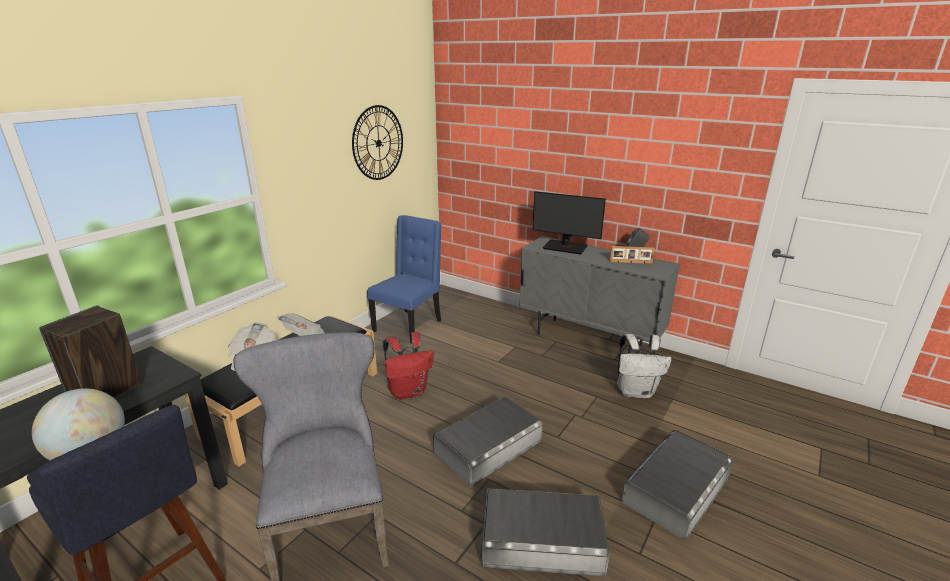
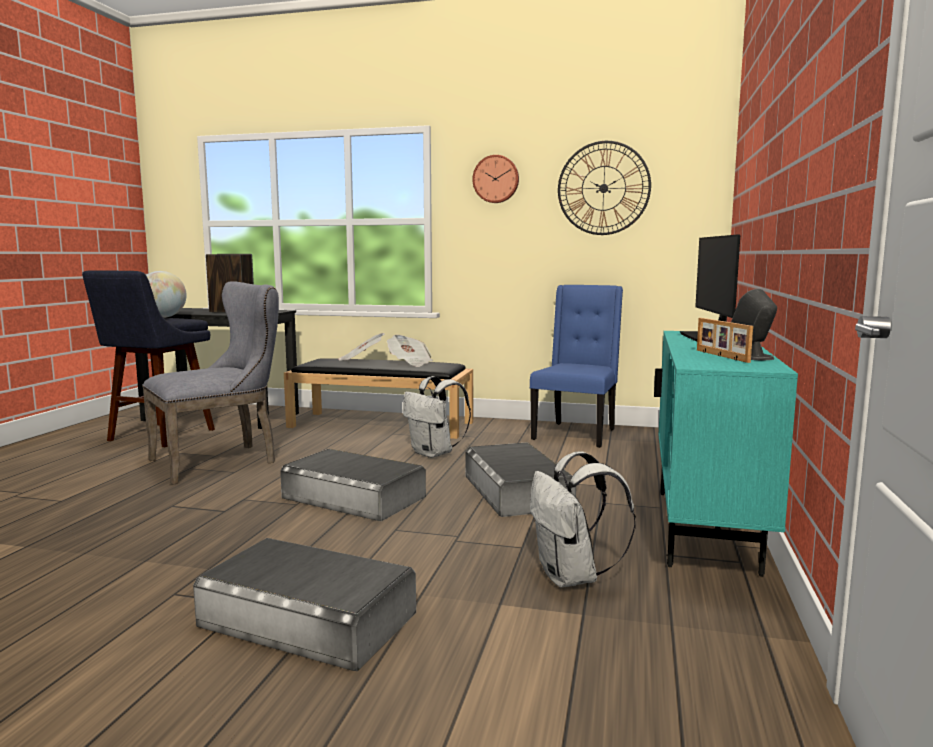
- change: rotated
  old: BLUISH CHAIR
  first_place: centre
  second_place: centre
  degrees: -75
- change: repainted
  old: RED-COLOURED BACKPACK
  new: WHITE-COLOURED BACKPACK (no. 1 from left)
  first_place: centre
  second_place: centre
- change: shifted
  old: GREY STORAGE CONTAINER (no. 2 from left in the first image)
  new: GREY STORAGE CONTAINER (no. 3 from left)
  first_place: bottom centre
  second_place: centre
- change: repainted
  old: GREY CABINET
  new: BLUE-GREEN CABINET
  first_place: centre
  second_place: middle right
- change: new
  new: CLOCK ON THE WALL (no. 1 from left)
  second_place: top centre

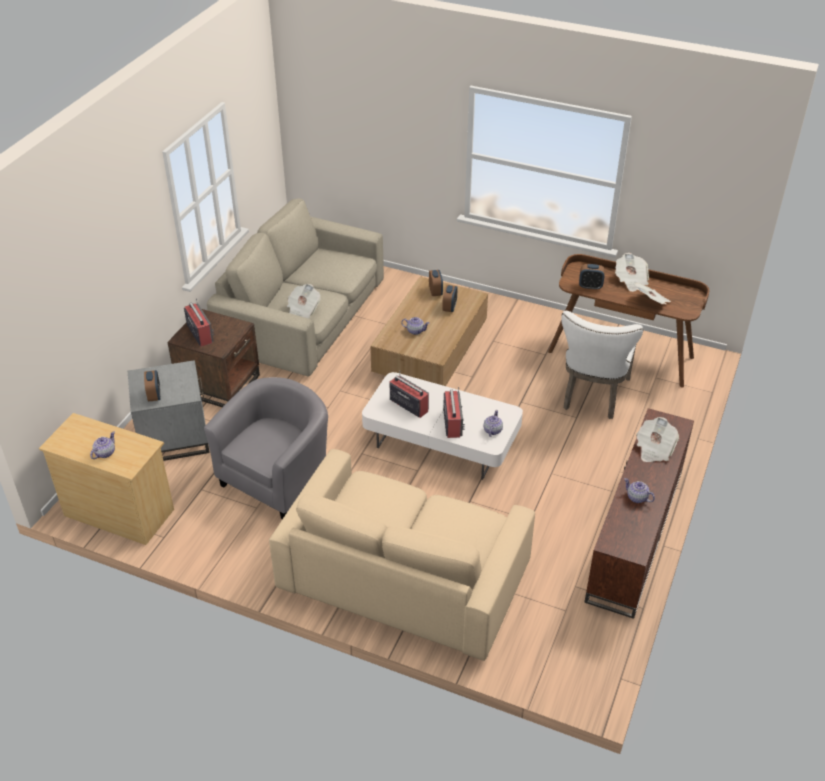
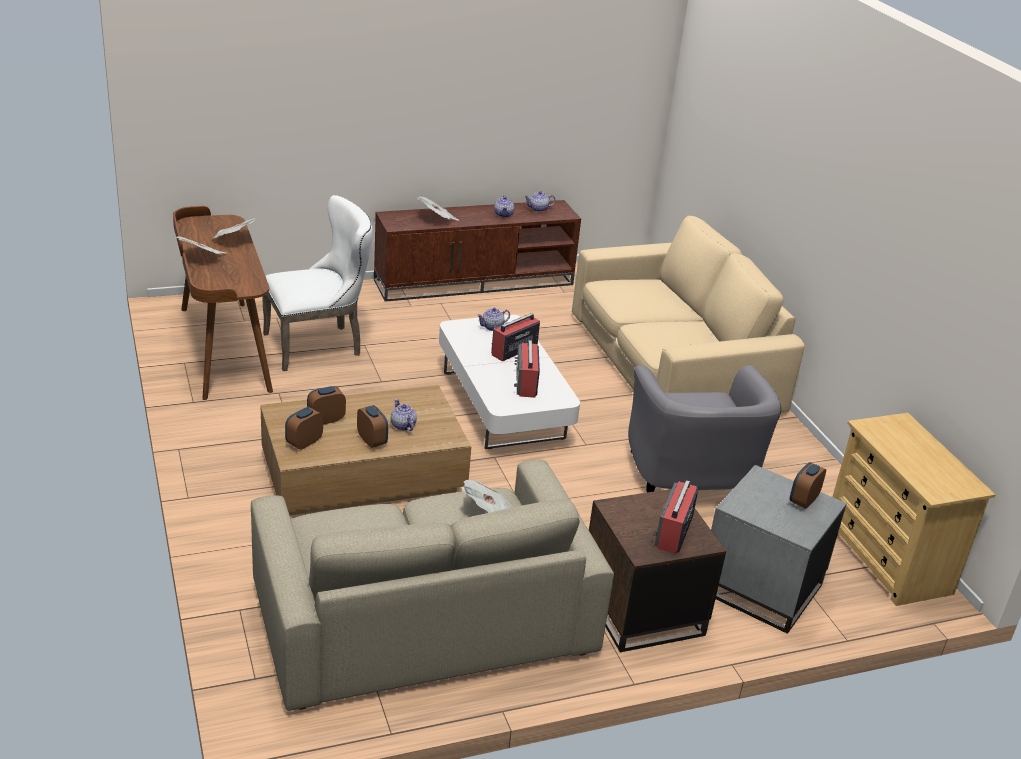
- change: shifted
  old: TEAPOT (no. 1 from left in the first image)
  new: TEAPOT (no. 4 from left)
  first_place: middle left
  second_place: top centre
- change: rotated
  old: GREY EASY CHAIR
  first_place: middle left
  second_place: middle right
  degrees: -90
- change: shifted
  old: BEDSIDE CLOCK (no. 4 from left in the first image)
  new: BEDSIDE CLOCK (no. 3 from left)
  first_place: middle right
  second_place: centre

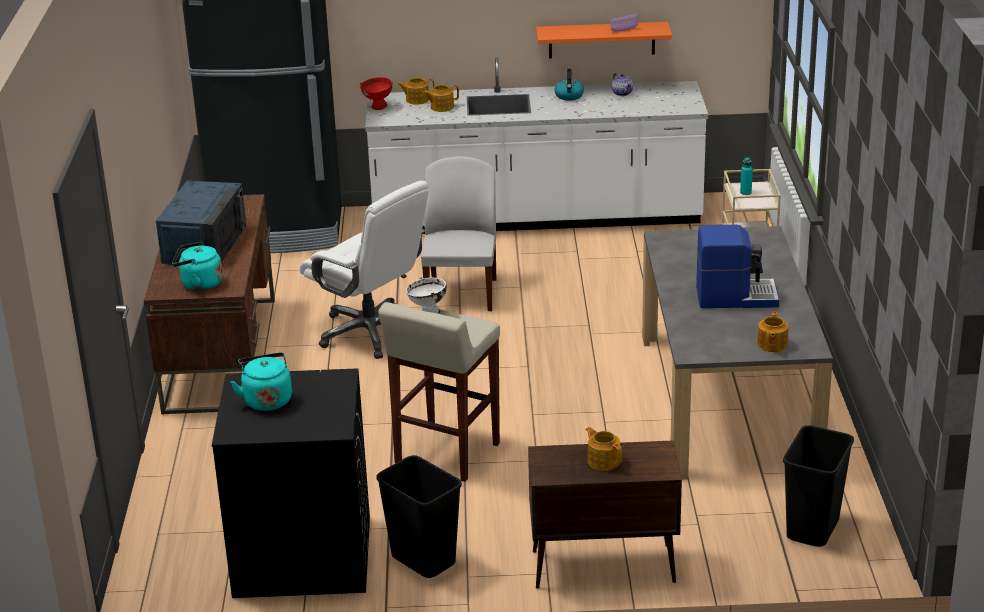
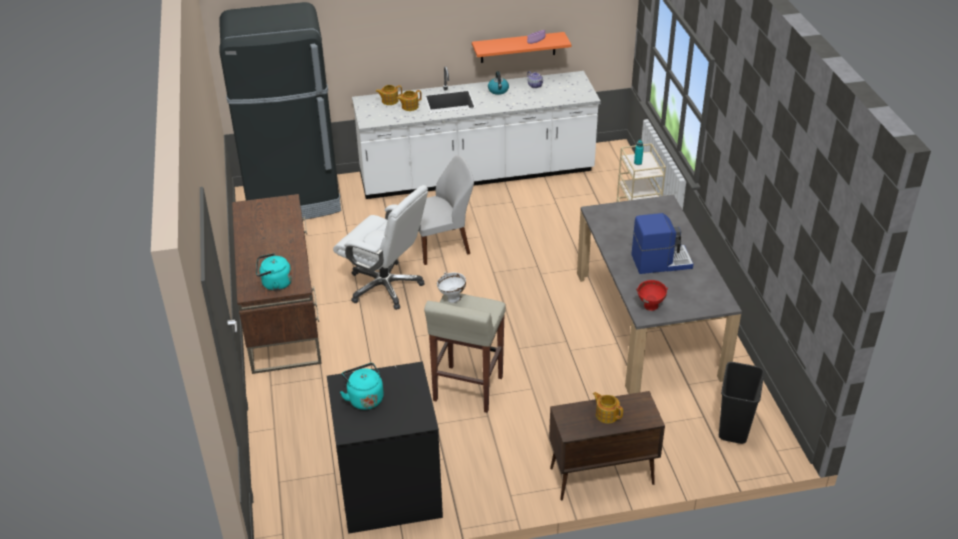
- change: gone
  old: BLUISH MICROWAVE OVEN
  first_place: middle left
- change: shifted
  old: RED-COLOURED DEEP DISH
  first_place: top centre
  second_place: middle right
- change: gone
  old: BLACK TRASH CAN (no. 1 from left)
  first_place: bottom centre
- change: rotated
  old: WHITE-COLOURED CHAIR
  first_place: centre
  second_place: centre
  degrees: 75
- change: gone
  old: TEAPOT (no. 5 from left)
  first_place: middle right

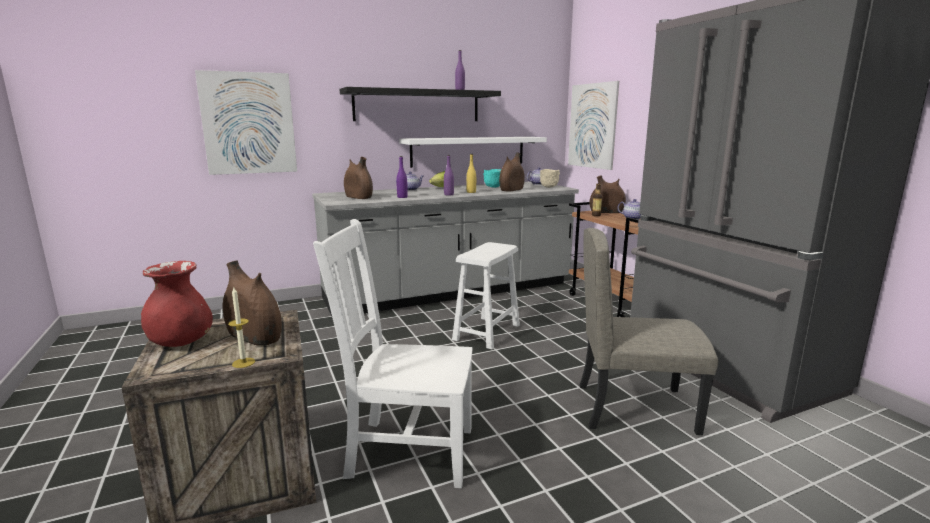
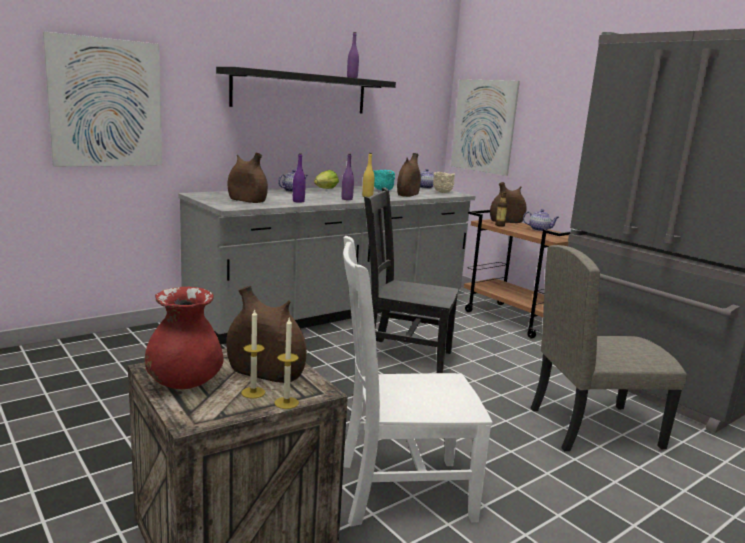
- change: gone
  old: WHITE-COLOURED WALL SHELF
  first_place: top centre
- change: swapped
  old: WHITE-COLOURED STOOL SEAT
  new: BLACK CHAIR
  first_place: centre
  second_place: centre
- change: new
  new: WAX CANDLE (no. 1 from left)
  second_place: centre

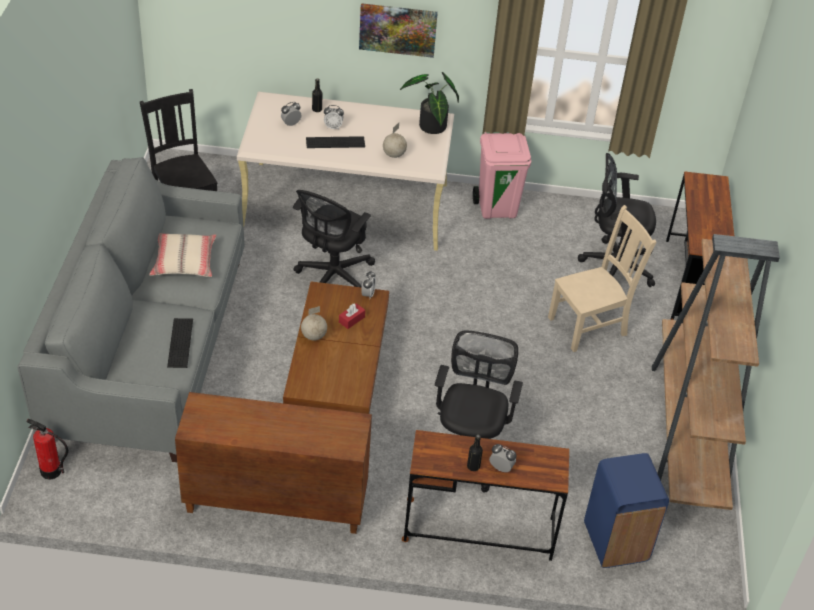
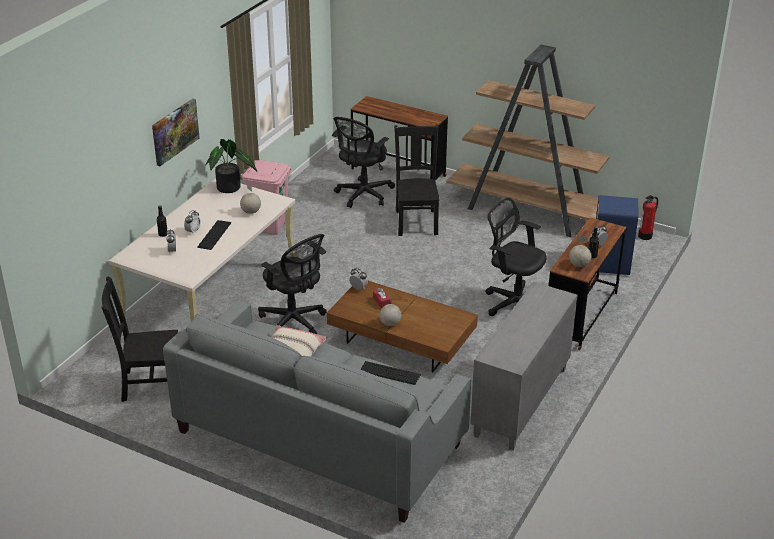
- change: shifted
  old: FIRE EXTINGUISHER
  first_place: bottom left
  second_place: middle right
- change: repainted
  old: BROWN-COLOURED CABINET
  new: GREY CABINET
  first_place: bottom centre
  second_place: bottom right
- change: repainted
  old: BEIGE CHAIR
  new: BLACK CHAIR (no. 2 from left)
  first_place: middle right
  second_place: centre
- change: new
  new: WORLD GLOBE (no. 3 from left)
  second_place: middle right

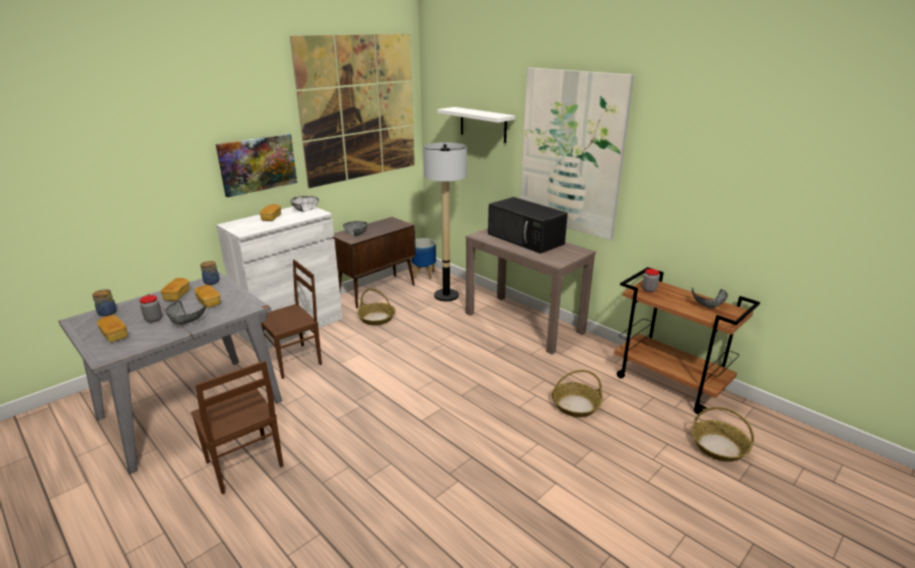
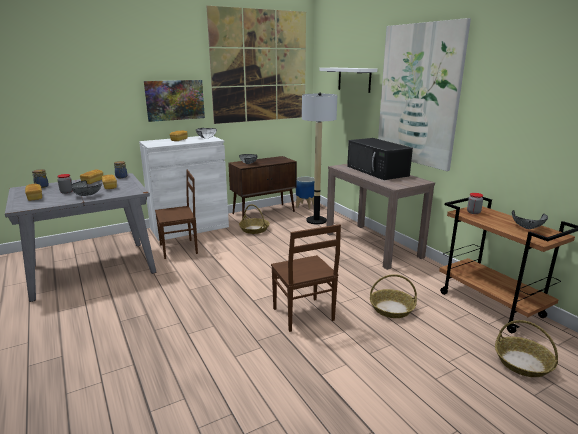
- change: shifted
  old: BROWN-COLOURED CHAIR (no. 1 from left in the first image)
  new: BROWN-COLOURED CHAIR (no. 2 from left)
  first_place: bottom left
  second_place: centre

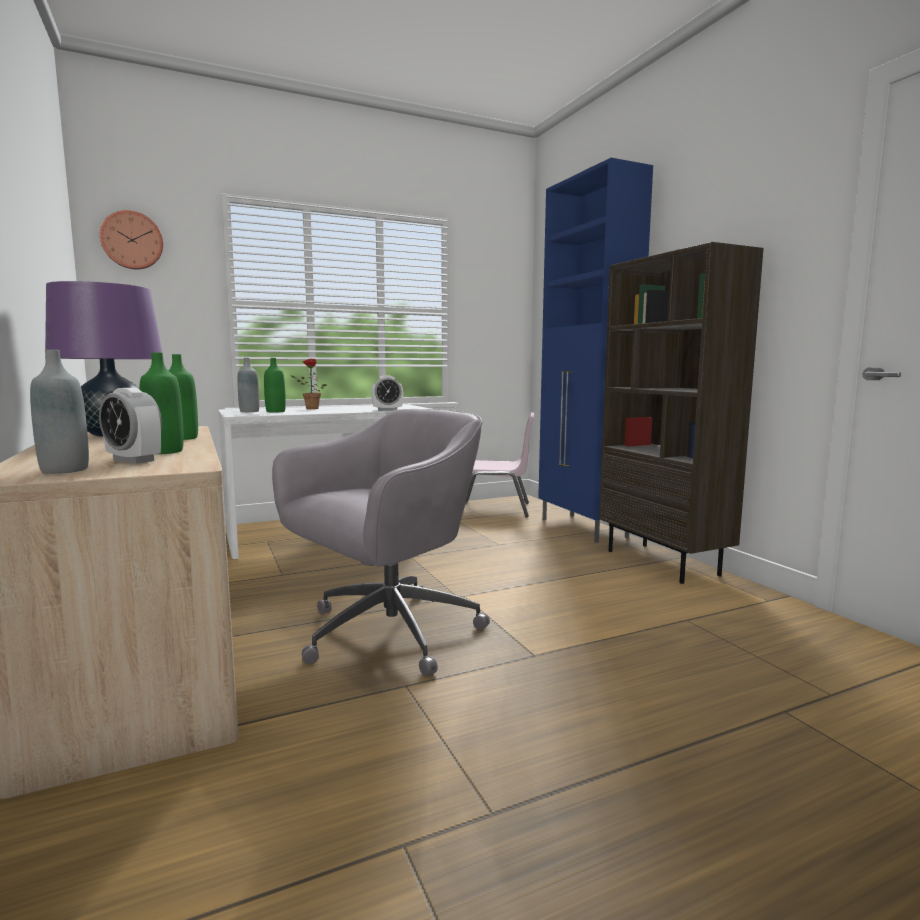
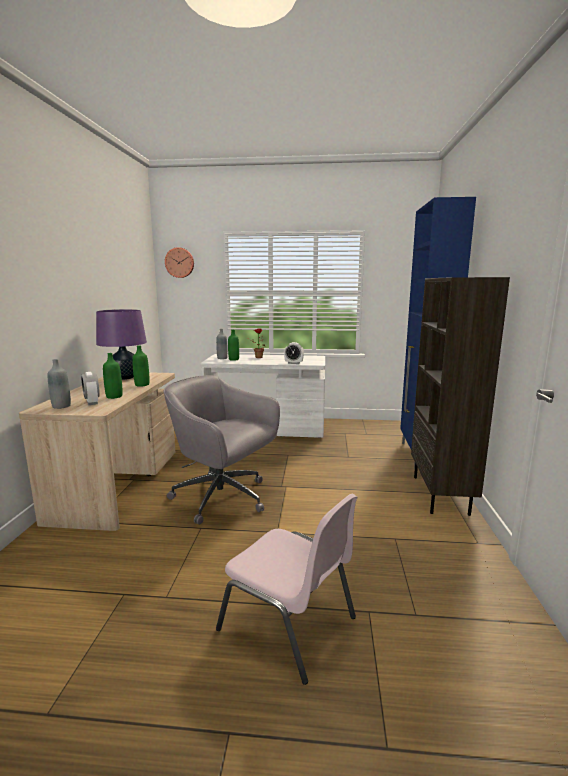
- change: rotated
  old: GREY COMPUTER CHAIR
  first_place: centre
  second_place: centre
  degrees: -135
- change: shifted
  old: PINKISH CHAIR
  first_place: centre
  second_place: bottom centre

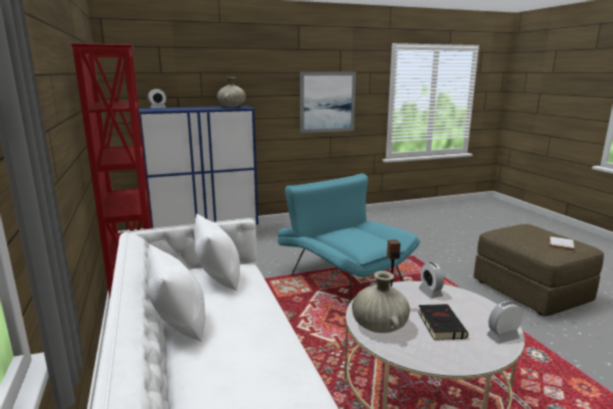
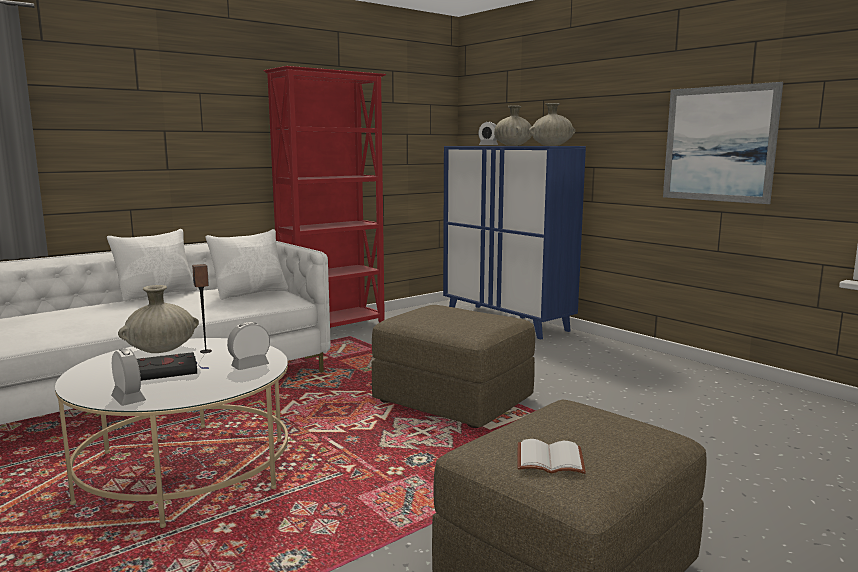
- change: swapped
  old: BLUE-GREEN EASY CHAIR
  new: BROWN-COLOURED FOOTREST (no. 1 from left)
  first_place: centre
  second_place: centre
- change: new
  new: BEIGE FLOWER VASE (no. 2 from left)
  second_place: top centre

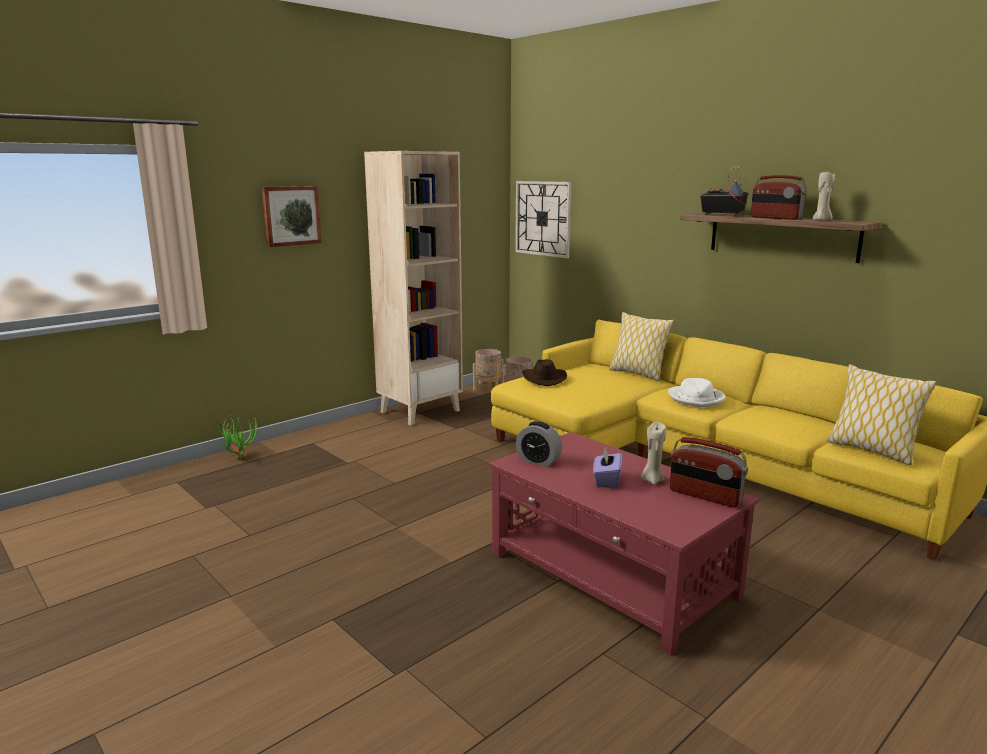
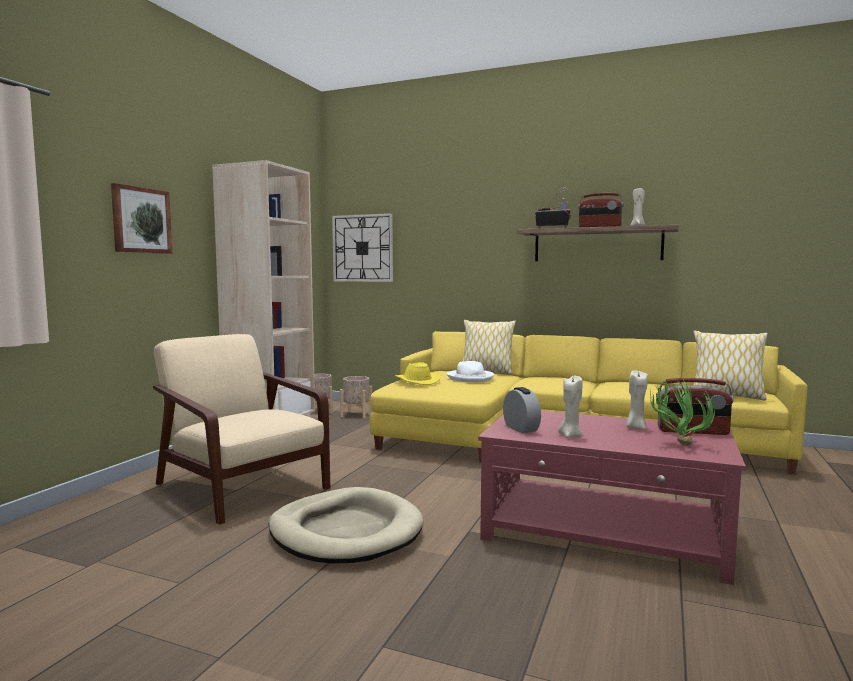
- change: shifted
  old: POTTED PLANT
  first_place: middle left
  second_place: middle right
- change: rotated
  old: BEDSIDE CLOCK
  first_place: centre
  second_place: centre
  degrees: -120
- change: repainted
  old: BROWN-COLOURED CLOTHING HAT
  new: YELLOW CLOTHING HAT
  first_place: centre
  second_place: centre
- change: gone
  old: PURPLE TISSUE HOLDER
  first_place: centre
- change: shifted
  old: WHITE-COLOURED CLOTHING HAT
  first_place: middle right
  second_place: centre
- change: new
  new: BEIGE EASY CHAIR
  second_place: middle left
- change: new
  new: BEIGE DOG CUSHION
  second_place: bottom centre
- change: new
  new: BEIGE WAX CANDLE (no. 1 from left)
  second_place: middle right

